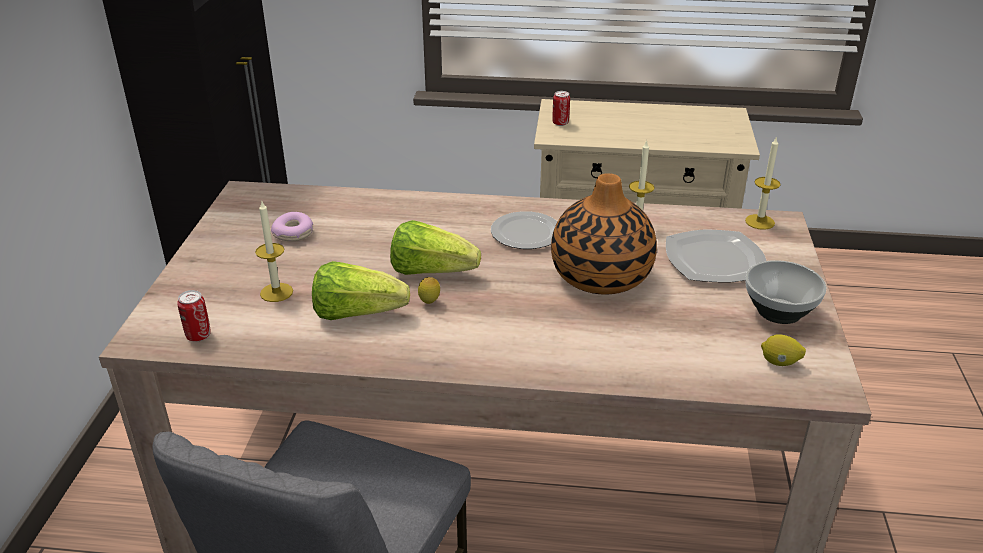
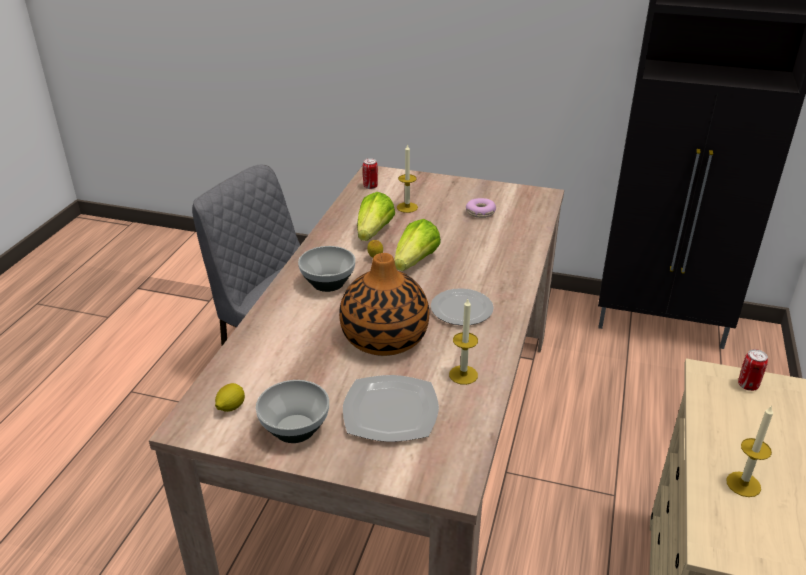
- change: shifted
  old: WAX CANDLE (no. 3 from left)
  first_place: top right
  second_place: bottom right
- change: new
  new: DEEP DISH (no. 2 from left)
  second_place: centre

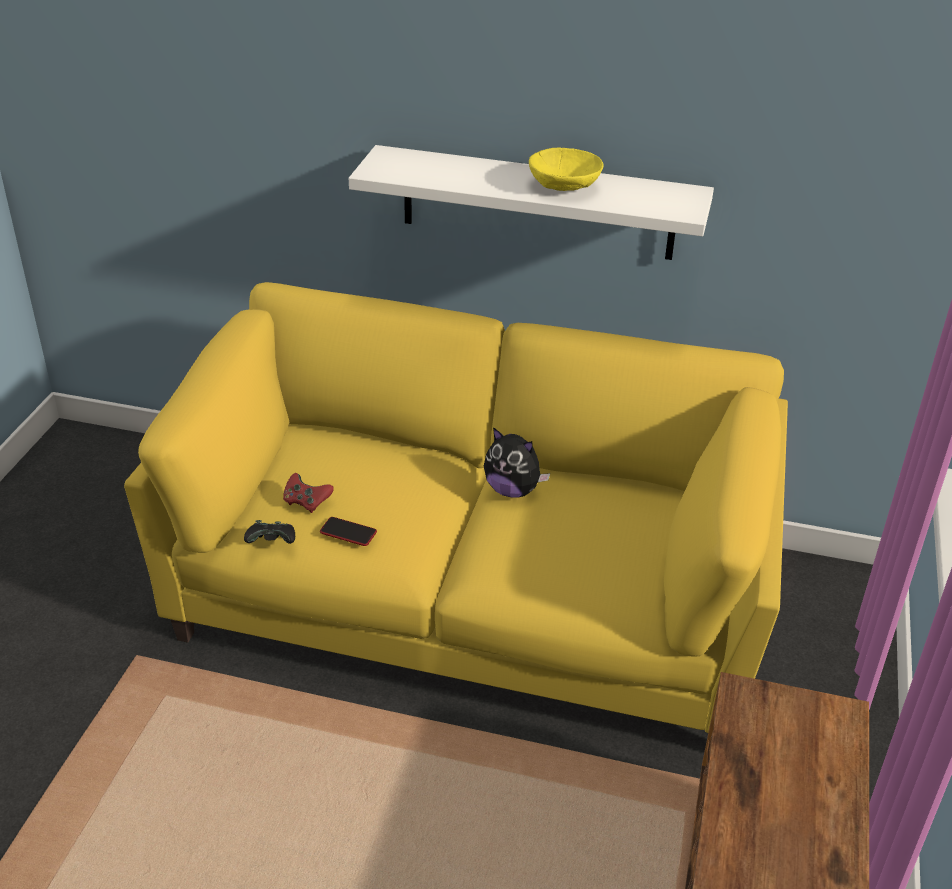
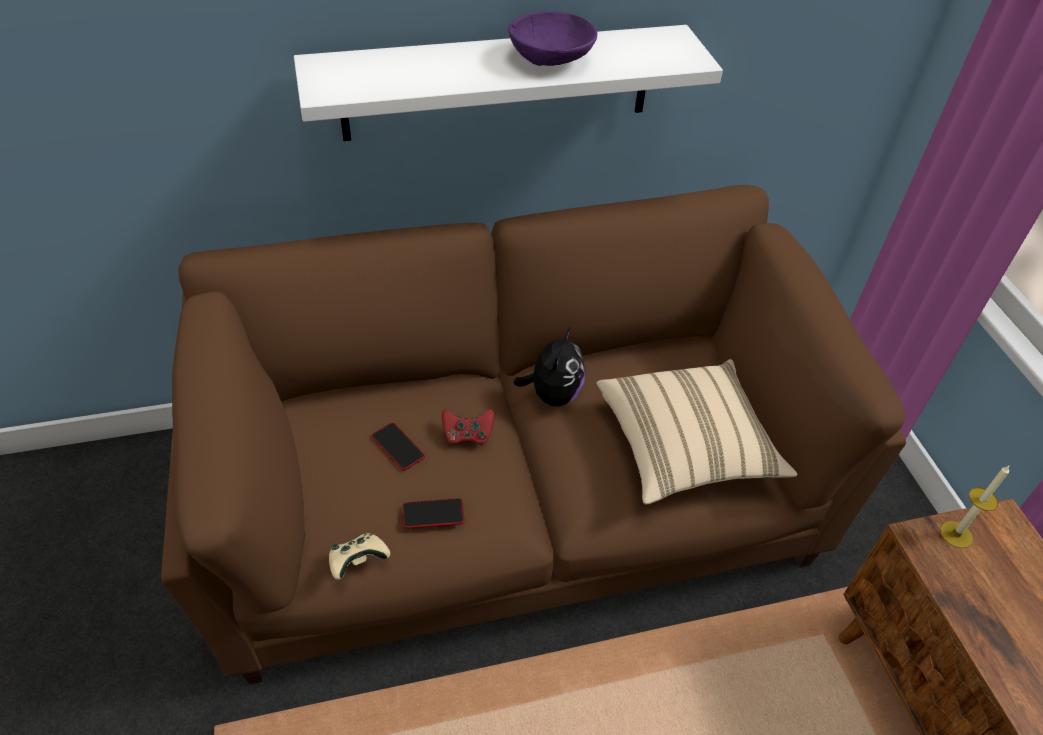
- change: repainted
  old: YELLOW SETTEE
  new: BROWN-COLOURED SETTEE
  first_place: centre
  second_place: centre
- change: repainted
  old: BLACK GAMEPAD
  new: BEIGE GAMEPAD
  first_place: middle left
  second_place: bottom centre
- change: shifted
  old: RED-COLOURED GAMEPAD
  first_place: middle left
  second_place: centre
- change: rotated
  old: SOFT TOY
  first_place: centre
  second_place: centre
  degrees: -75
- change: repainted
  old: YELLOW DEEP DISH
  new: PURPLE DEEP DISH
  first_place: top centre
  second_place: top centre
- change: new
  new: PHONE (no. 1 from left)
  second_place: centre
- change: new
  new: BEIGE THROW PILLOW
  second_place: middle right
- change: new
  new: WAX CANDLE
  second_place: bottom right

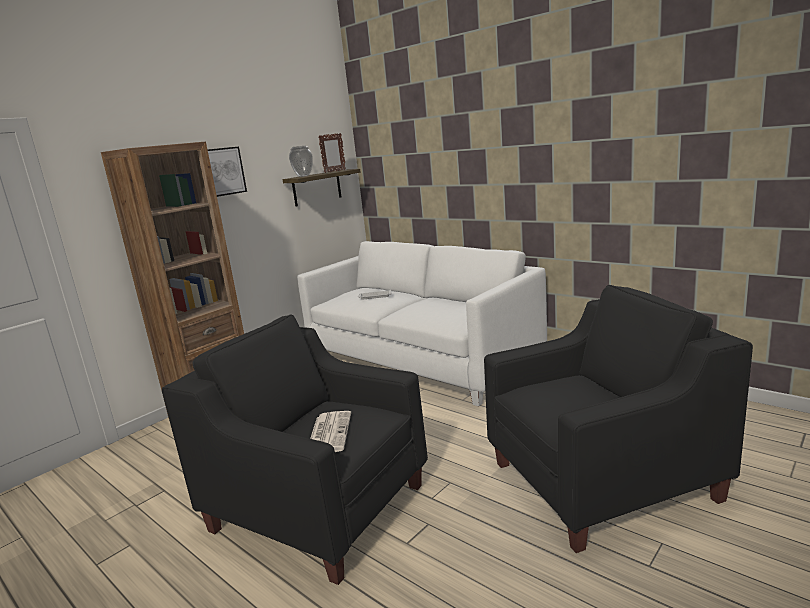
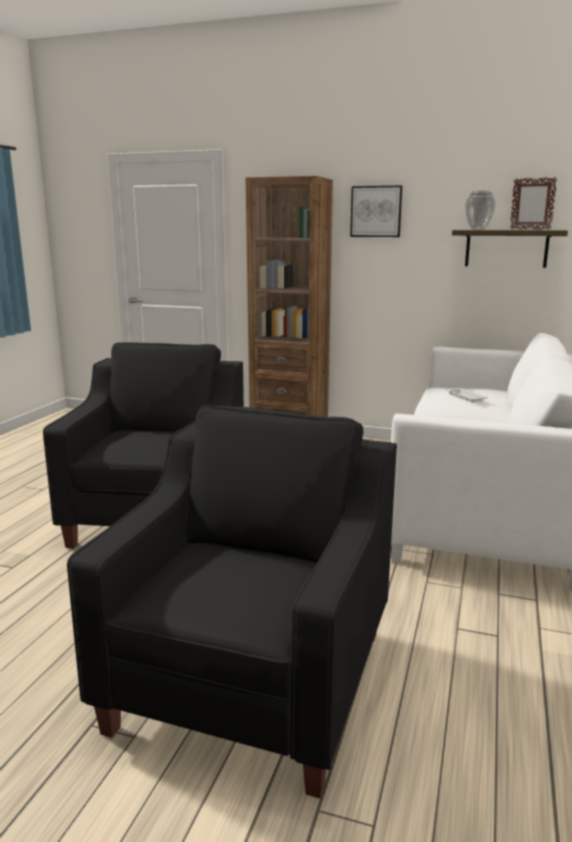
- change: gone
  old: NEWSPAPER
  first_place: bottom centre
- change: rotated
  old: BLACK EASY CHAIR (no. 2 from left)
  first_place: bottom right
  second_place: bottom centre
  degrees: -120

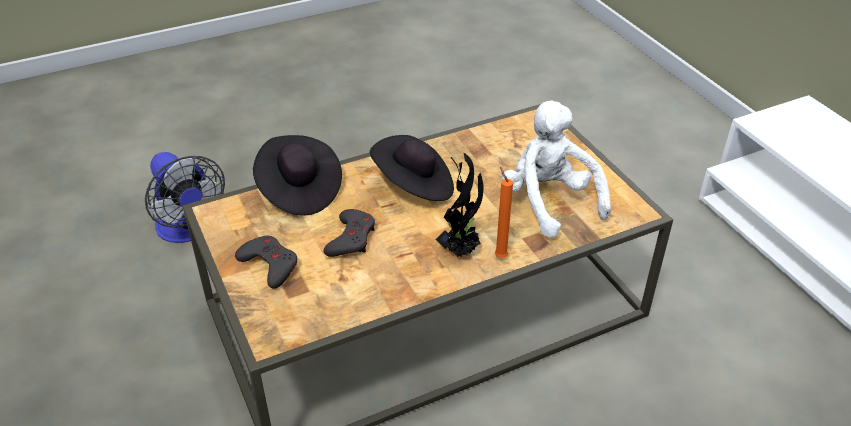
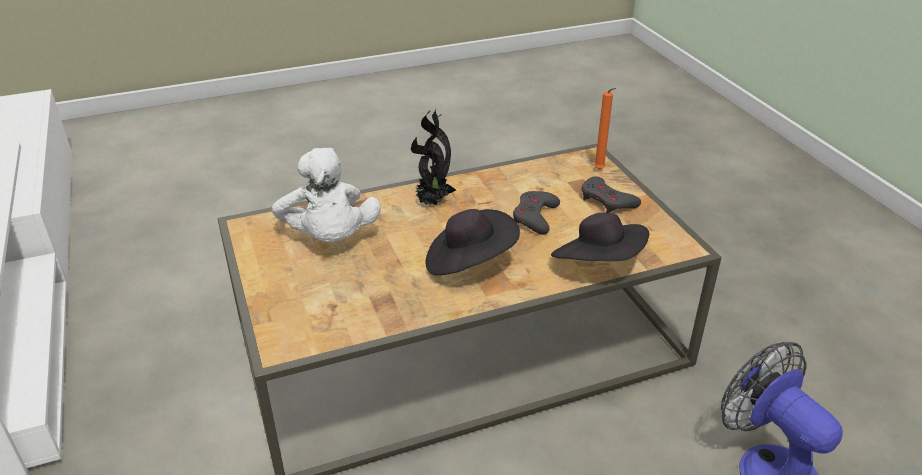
- change: shifted
  old: ORANGEY WAX CANDLE
  first_place: centre
  second_place: top centre

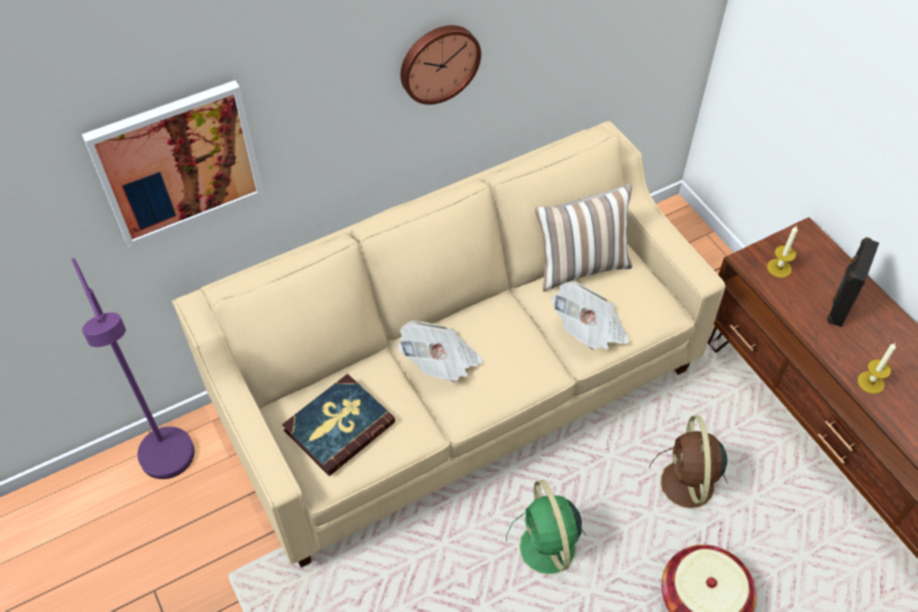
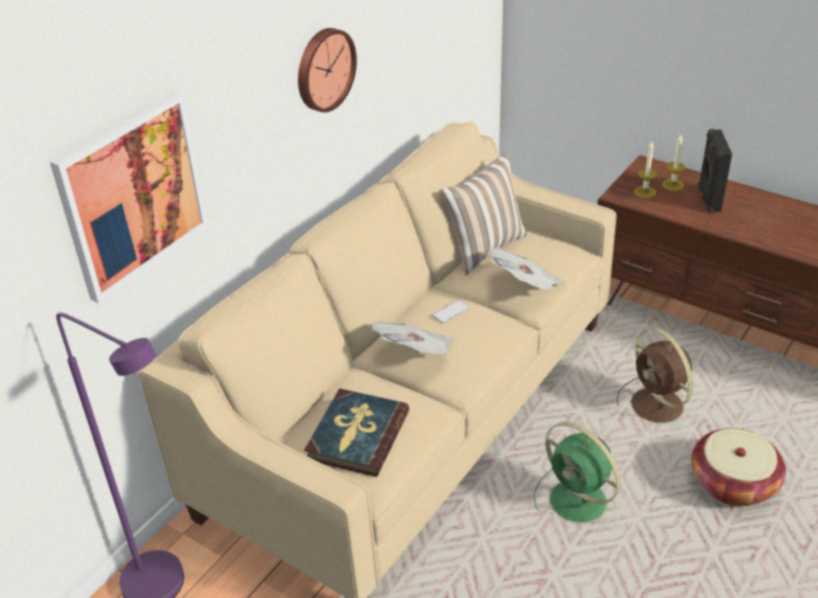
- change: shifted
  old: WAX CANDLE (no. 2 from left)
  first_place: middle right
  second_place: top right
- change: new
  new: PHONE
  second_place: centre

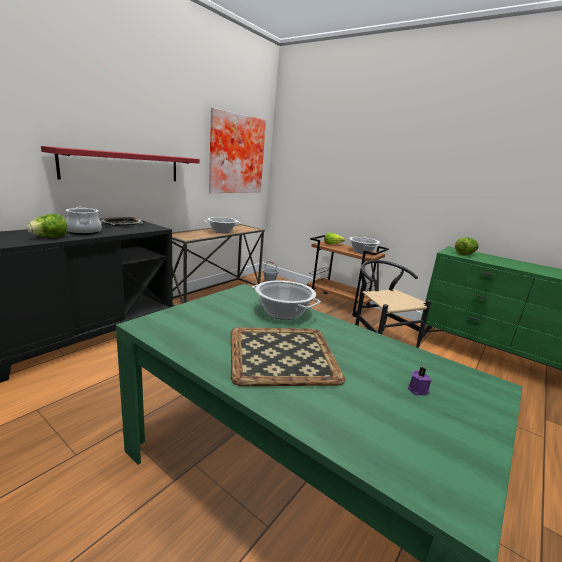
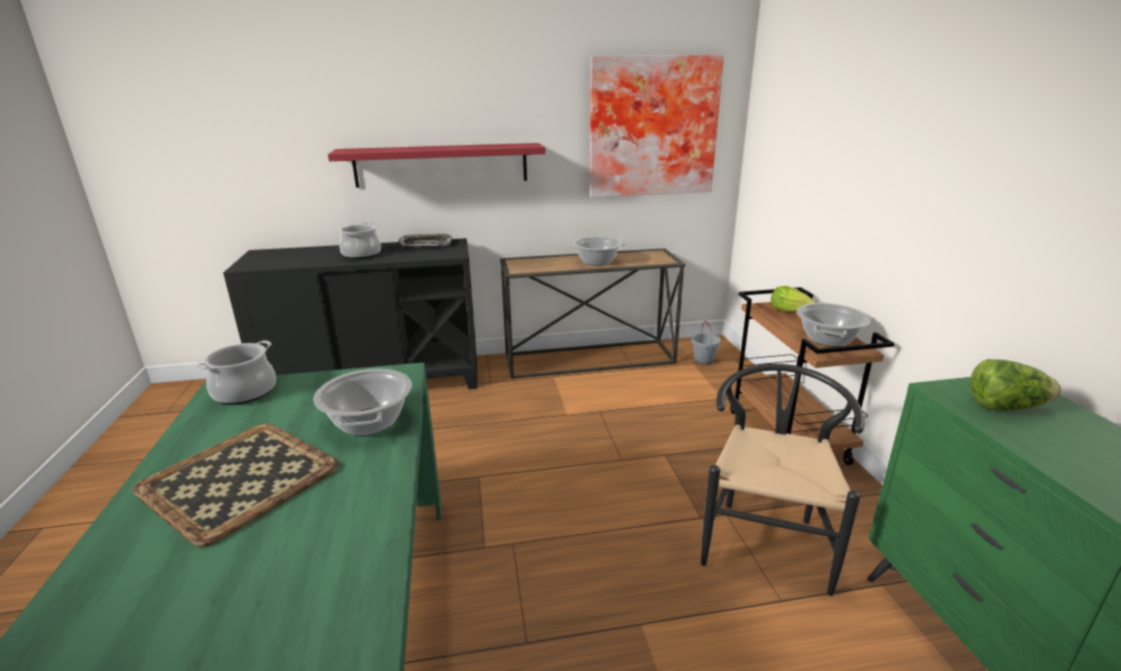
- change: gone
  old: HEAD OF LETTUCE (no. 1 from left)
  first_place: middle left
- change: gone
  old: PURPLE WAX CANDLE
  first_place: bottom right
- change: new
  new: STOCKPOT (no. 1 from left)
  second_place: middle left

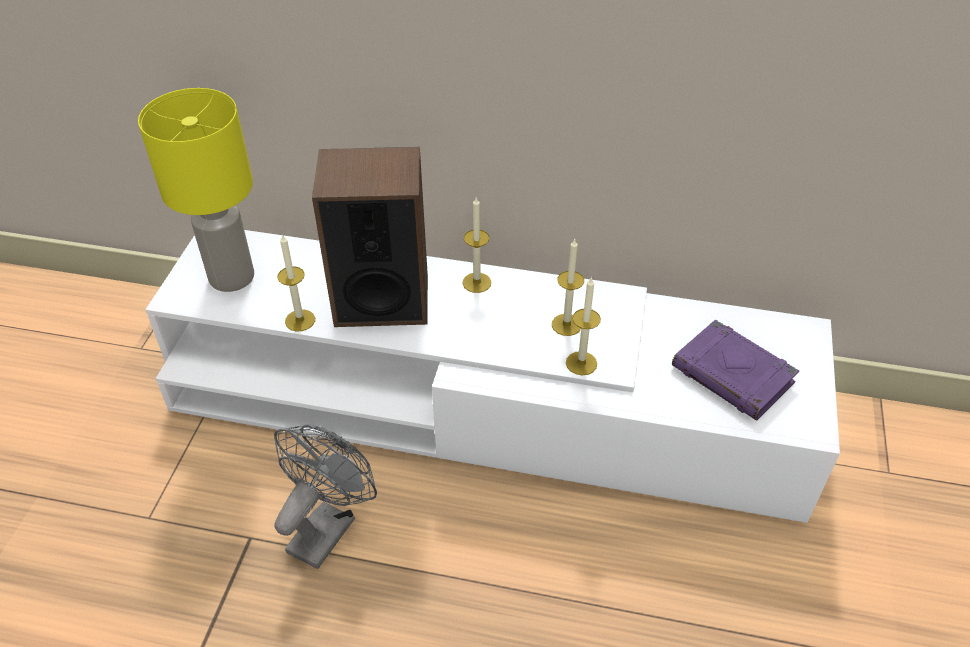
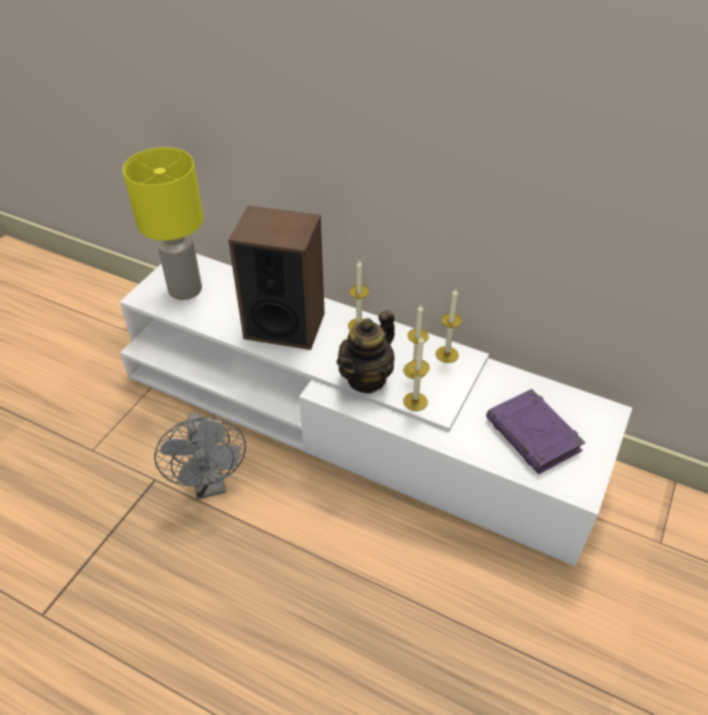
- change: rotated
  old: GREY ELECTRIC FAN
  first_place: bottom centre
  second_place: middle left
  degrees: 120
- change: shifted
  old: WAX CANDLE (no. 1 from left in the first image)
  new: WAX CANDLE (no. 4 from left)
  first_place: middle left
  second_place: centre
- change: new
  new: TEAPOT
  second_place: centre

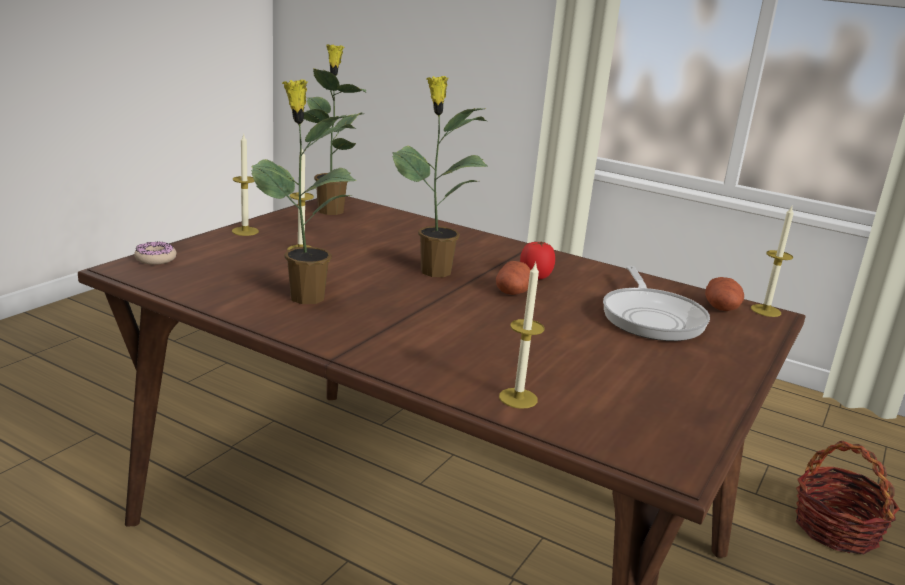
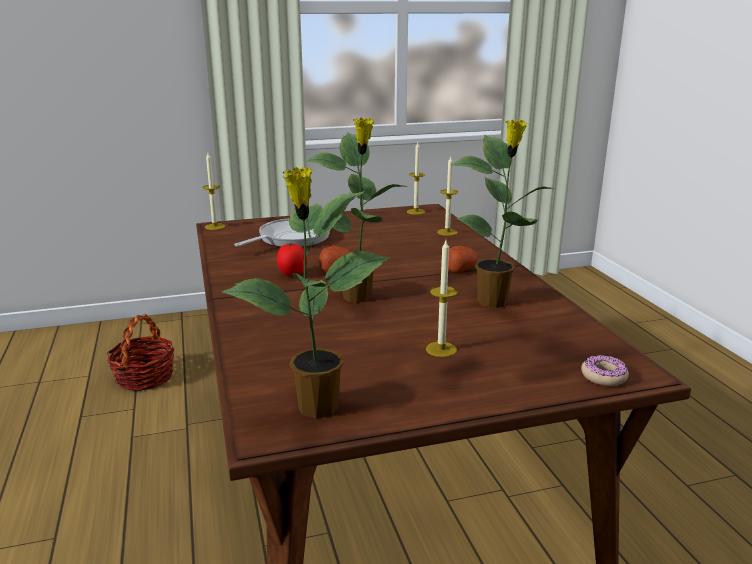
- change: shifted
  old: WAX CANDLE (no. 1 from left in the first image)
  new: WAX CANDLE (no. 2 from left)
  first_place: top left
  second_place: top centre
- change: shifted
  old: WHOLE POTATO (no. 2 from left)
  first_place: middle right
  second_place: centre

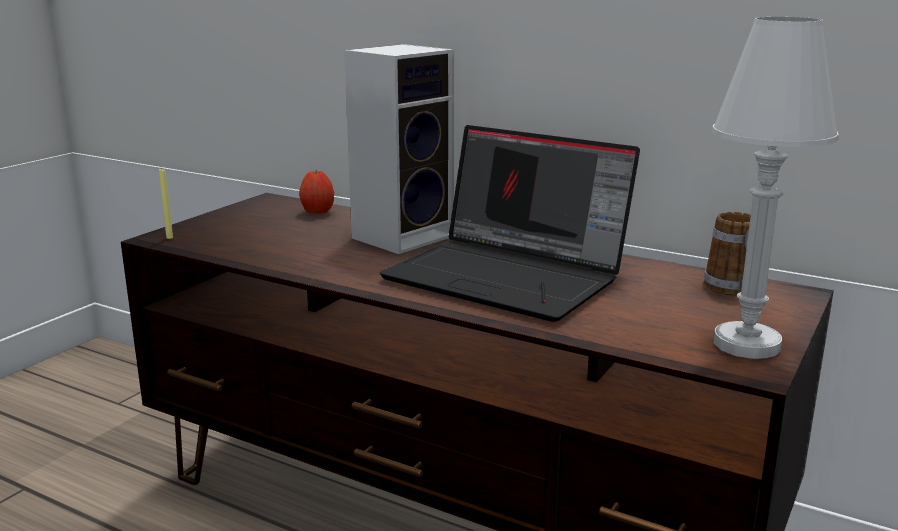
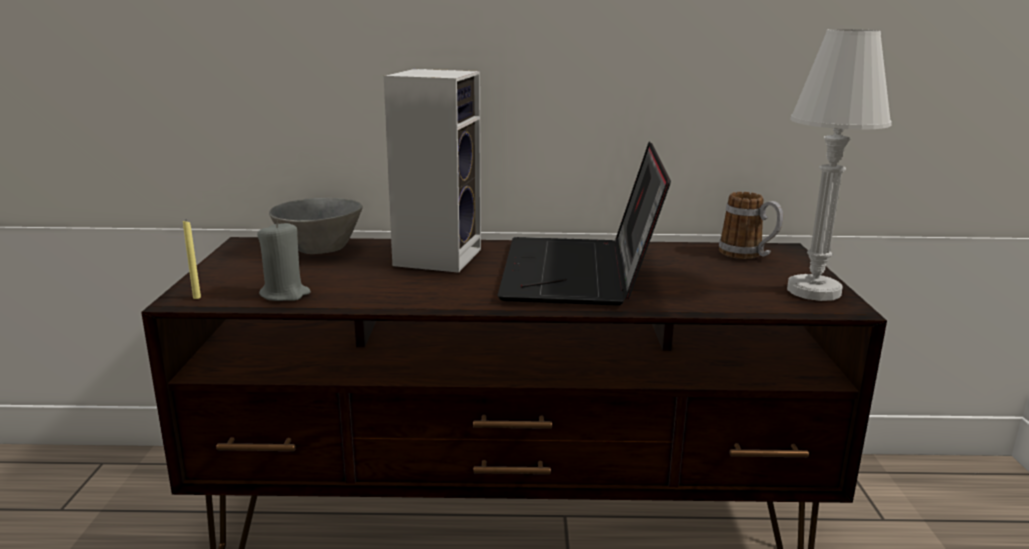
- change: swapped
  old: APPLE
  new: GREY DEEP DISH
  first_place: centre
  second_place: middle left
- change: rotated
  old: NOTEBOOK COMPUTER
  first_place: centre
  second_place: centre
  degrees: 90
- change: new
  new: GREY WAX CANDLE
  second_place: middle left

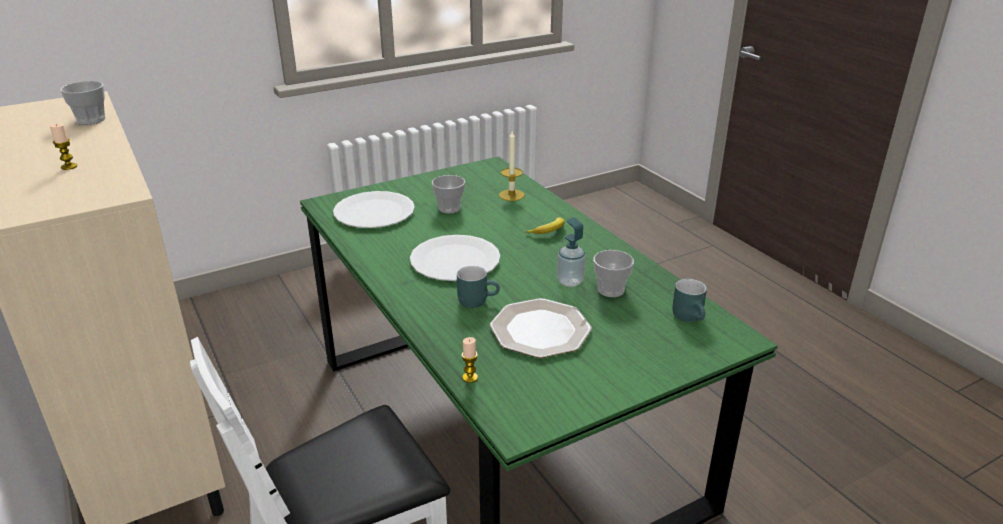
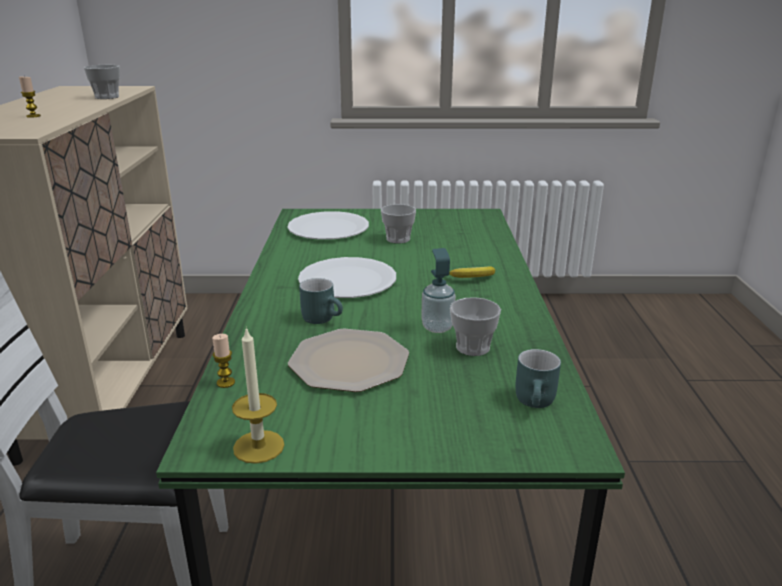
- change: shifted
  old: WAX CANDLE (no. 3 from left)
  first_place: top centre
  second_place: bottom left

